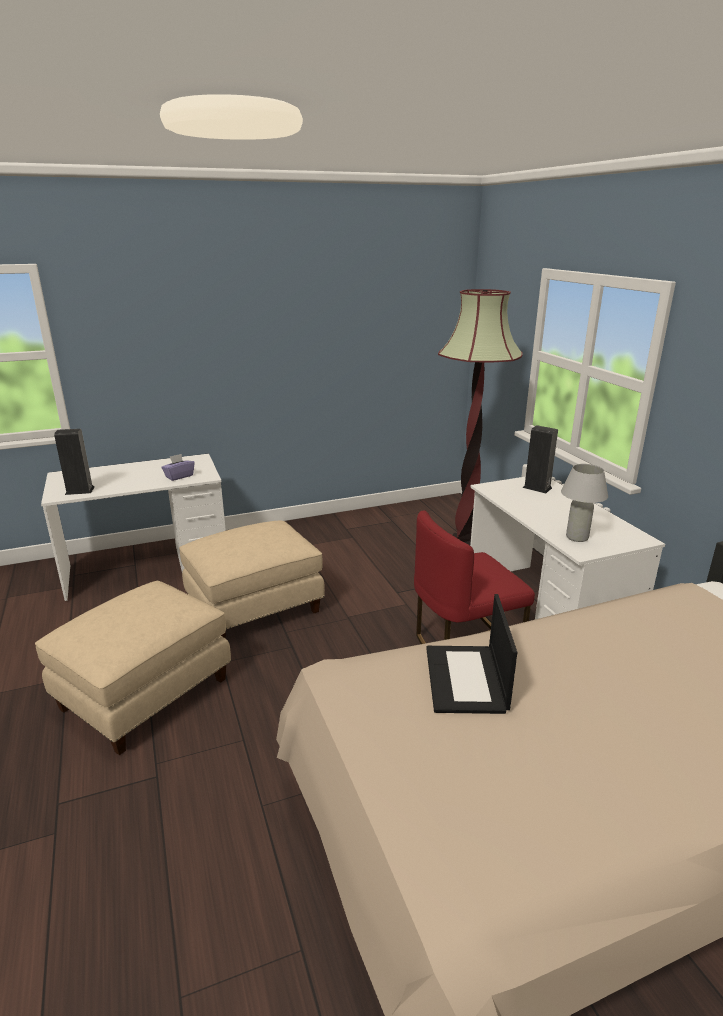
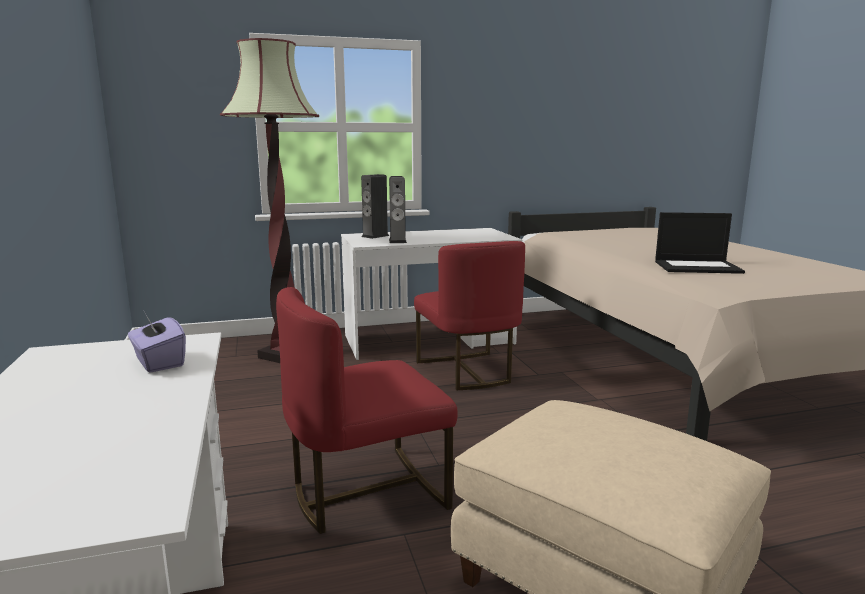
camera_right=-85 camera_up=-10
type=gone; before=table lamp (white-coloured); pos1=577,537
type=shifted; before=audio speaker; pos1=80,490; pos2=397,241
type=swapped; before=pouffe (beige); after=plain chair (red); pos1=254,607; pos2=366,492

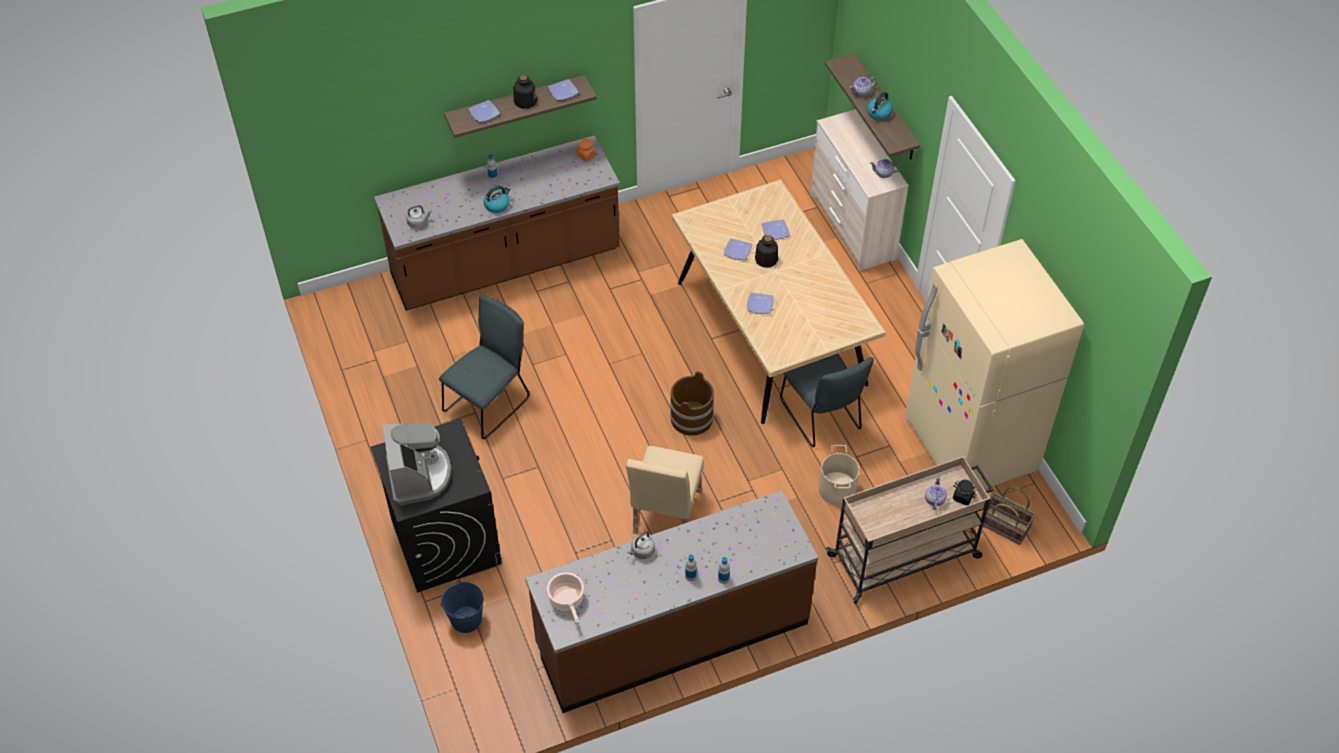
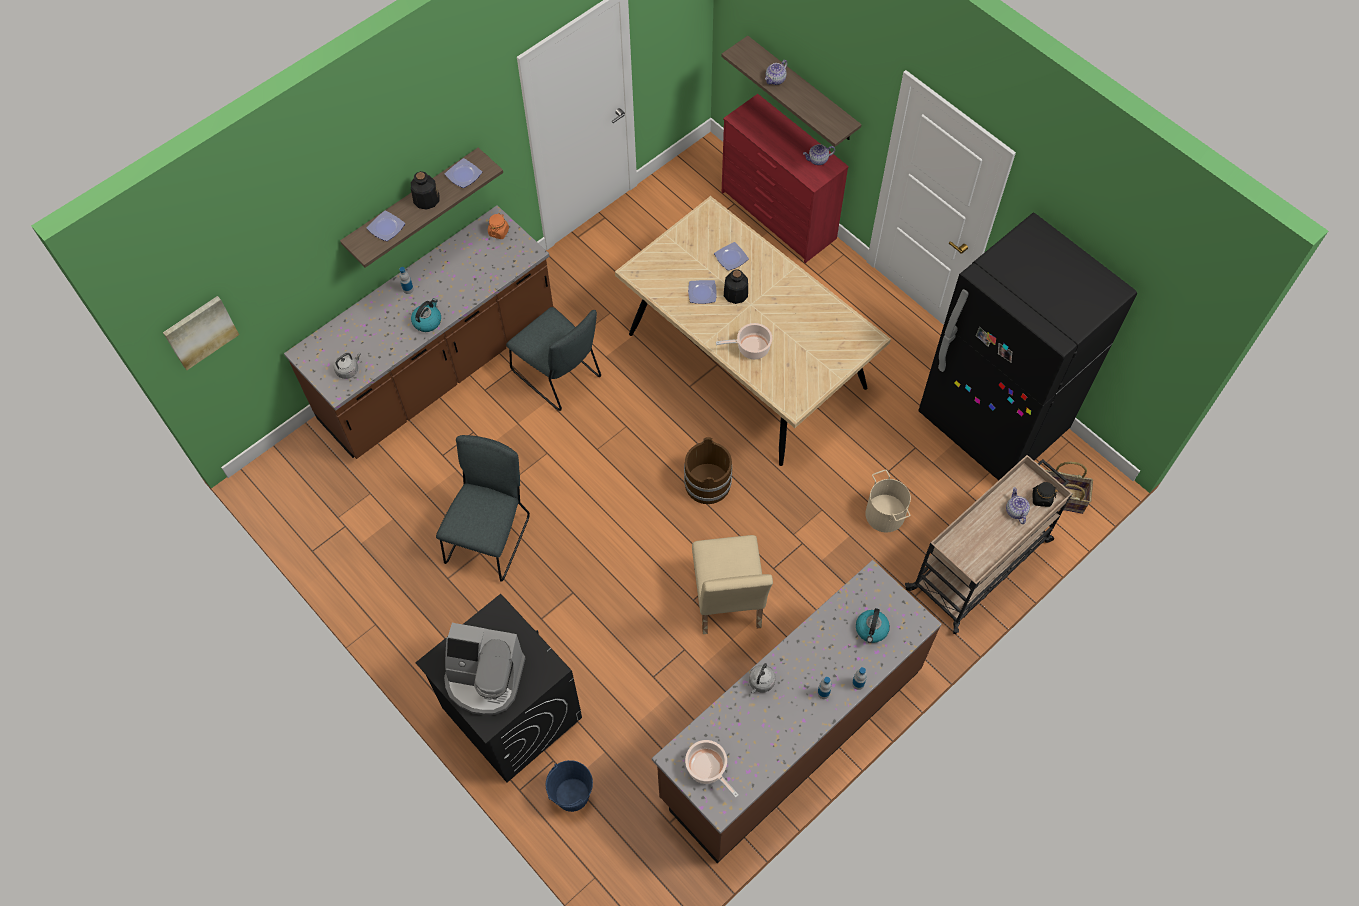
camera_right=-20 camera_up=10
type=new; after=picture; pos2=200,331
type=shifted; before=plain chair (greyish); pos1=822,418; pos2=559,376
type=shifted; before=tea kettle; pos1=879,113; pos2=871,629
type=swapped; before=flat dish; after=saucepot; pos1=759,304; pos2=751,348
type=repainted; before=drawer chest (beige); after=drawer chest (red); pos1=851,227; pos2=777,216
type=repainted; before=refrigerator (beige); after=refrigerator (black-coloured); pos1=969,447; pos2=992,423
type=rotated; before=coffee machine; pos1=418,475; pos2=485,678; turn=135

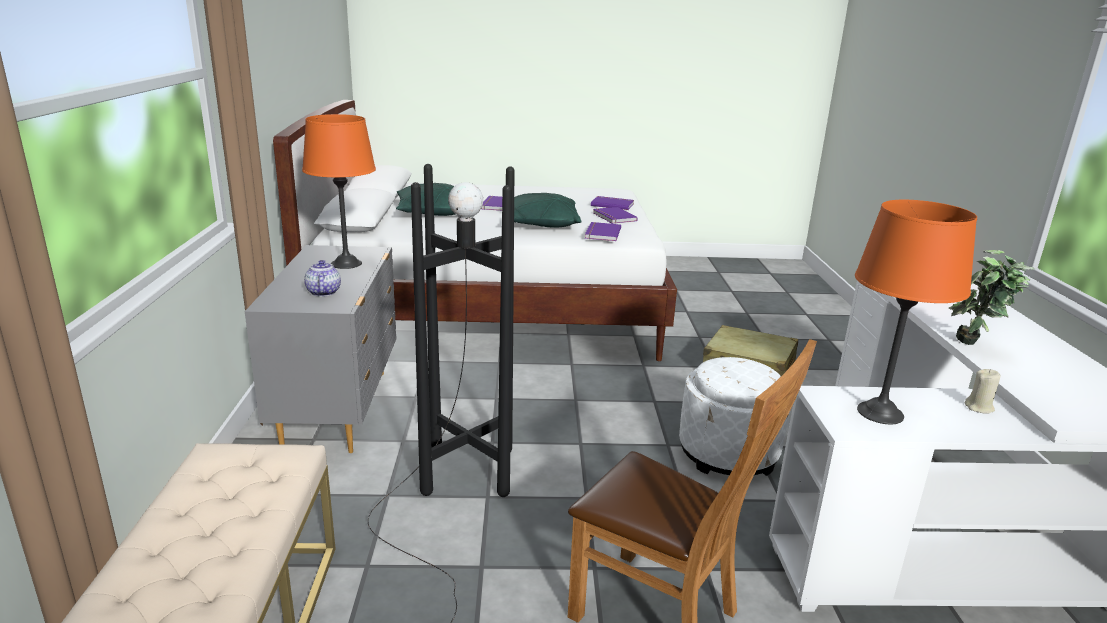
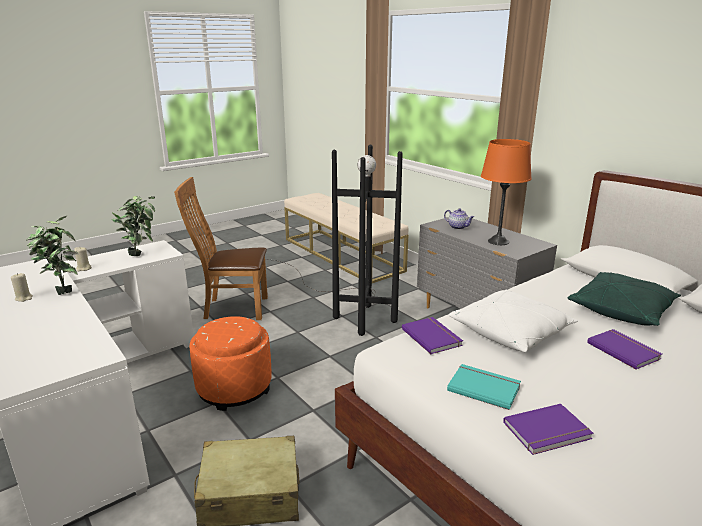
camera_right=145 camera_up=0
type=new; after=wax candle (beige); pos2=24,298
type=swapped; before=table lamp (orangey); after=houseplant; pos1=879,413; pos2=141,253
type=repainted; before=throw pillow (green); after=throw pillow (white-coloured); pos1=541,224; pos2=510,333
type=repainted; before=bound book (purple-coloured); after=bound book (blue-green); pos1=613,217; pos2=484,387
type=repainted; before=pouffe (white-coloured); after=pouffe (orangey); pos1=728,453; pos2=234,388

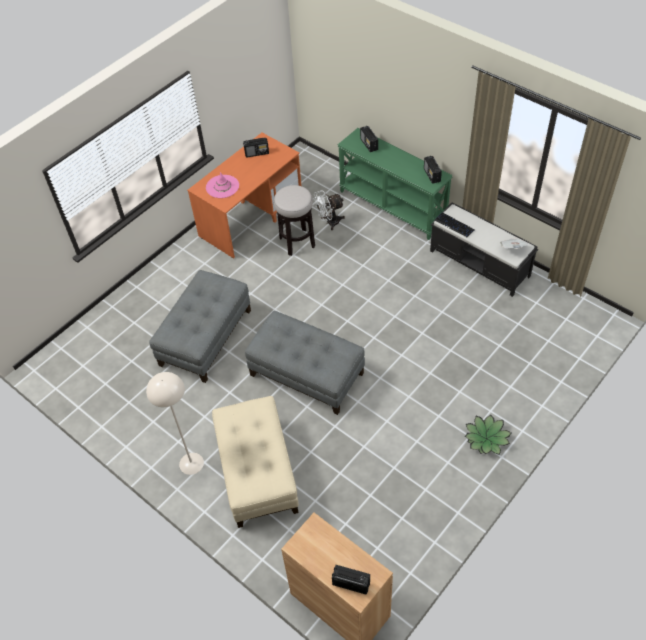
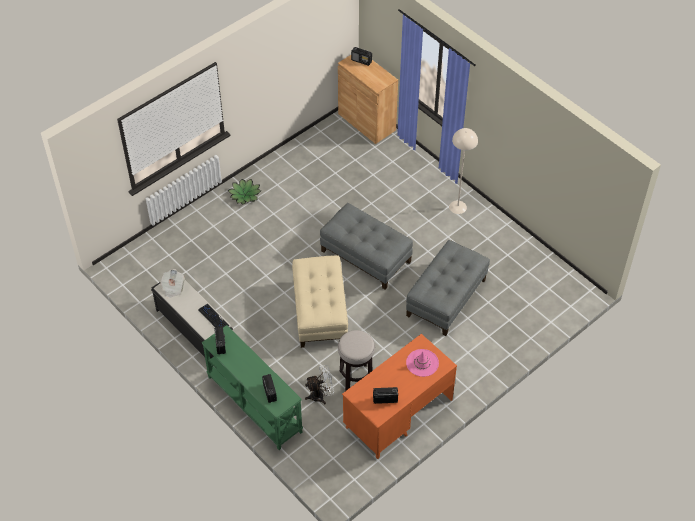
camera_right=-175 camera_up=0
type=shifted; before=pouffe (beige); pos1=258,471; pos2=319,311

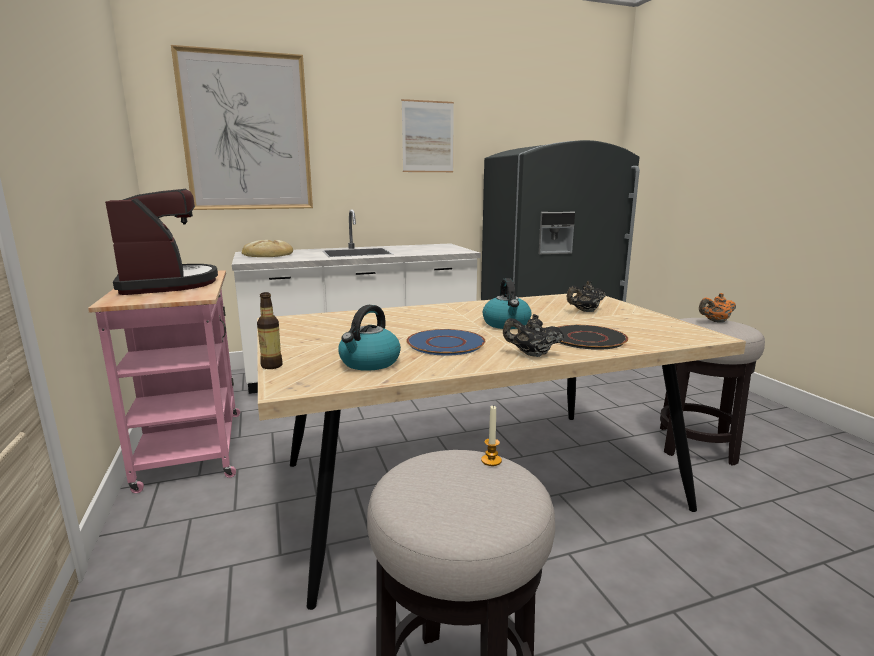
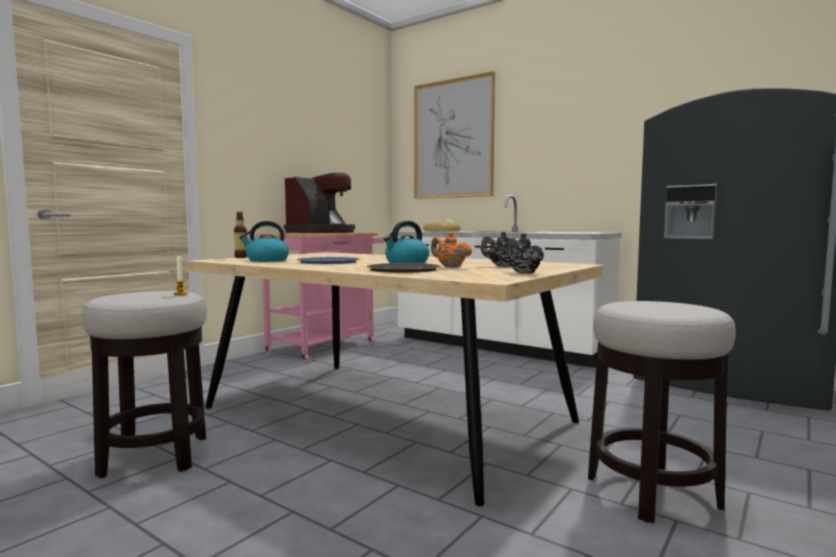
camera_right=55 camera_up=-10
type=gone; before=picture; pos1=428,137
type=shifted; before=teapot (black-coloured); pos1=531,354; pos2=523,273
type=shifted; before=teapot (orangey); pos1=715,321; pos2=450,267

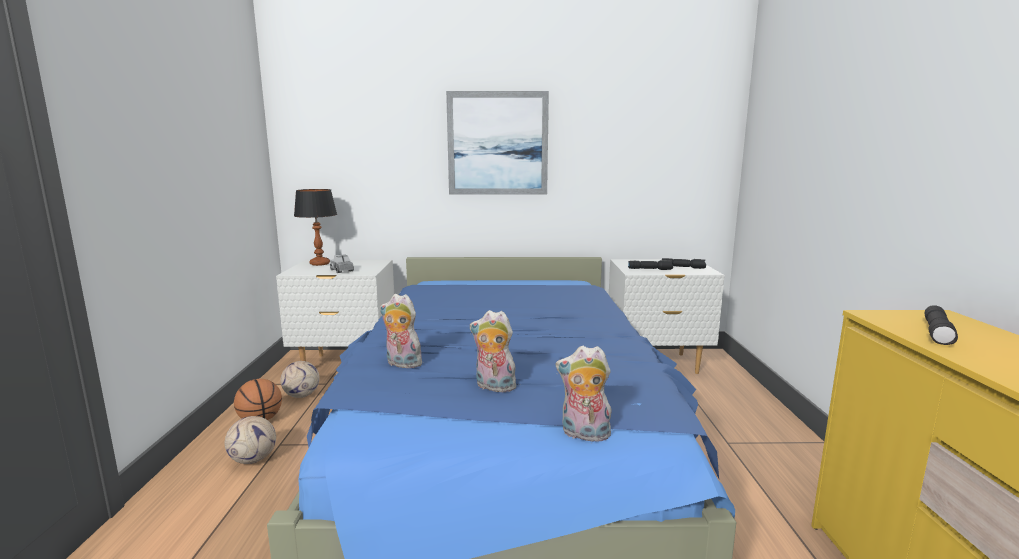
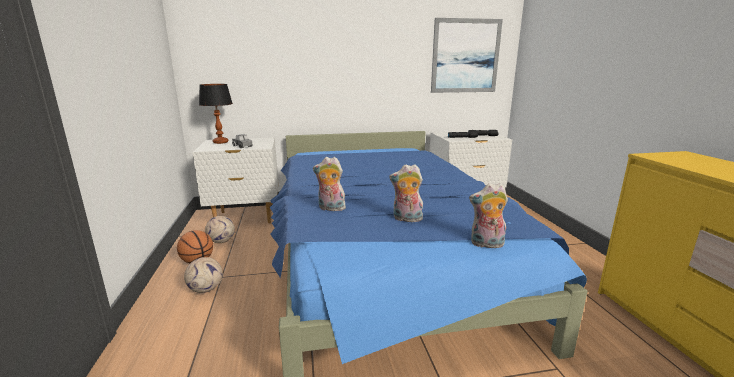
camera_right=-10 camera_up=5
type=gone; before=hand torch (black-coloured); pos1=938,333
type=shifted; before=picture; pos1=497,143; pos2=465,56

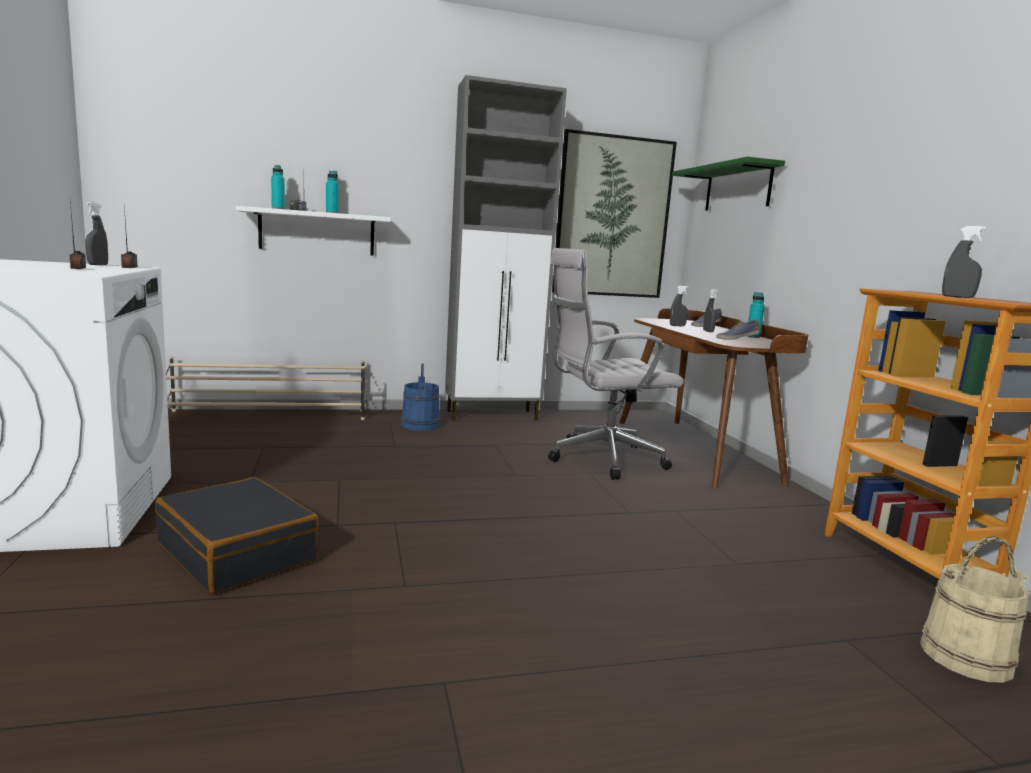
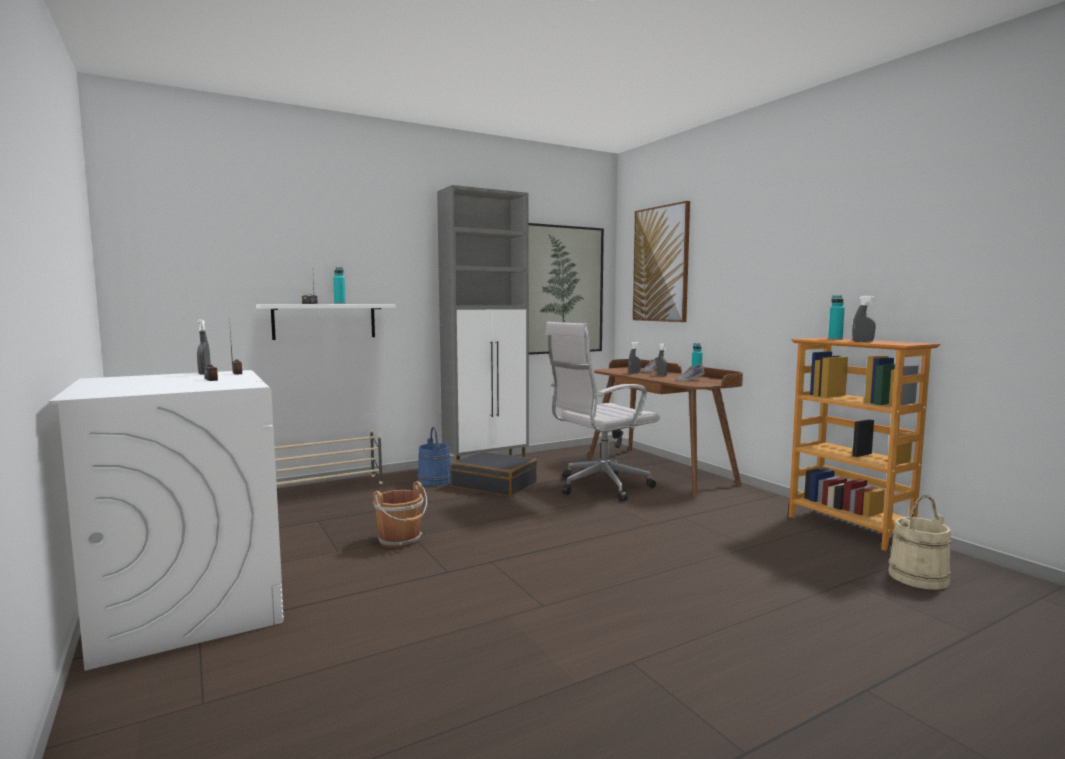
camera_right=-15 camera_up=-5
type=new; after=water bucket (brown-coloured); pos2=401,540
type=shifted; before=suitcase (black-coloured); pos1=238,552; pos2=494,484
type=shifted; before=bottle (blue-green); pos1=278,209; pos2=835,339
type=swapped; before=shelf (green); after=picture; pos1=737,188; pos2=661,264

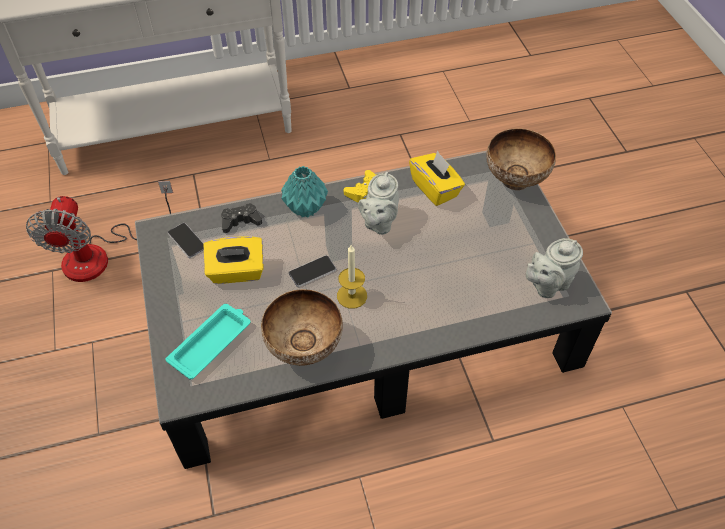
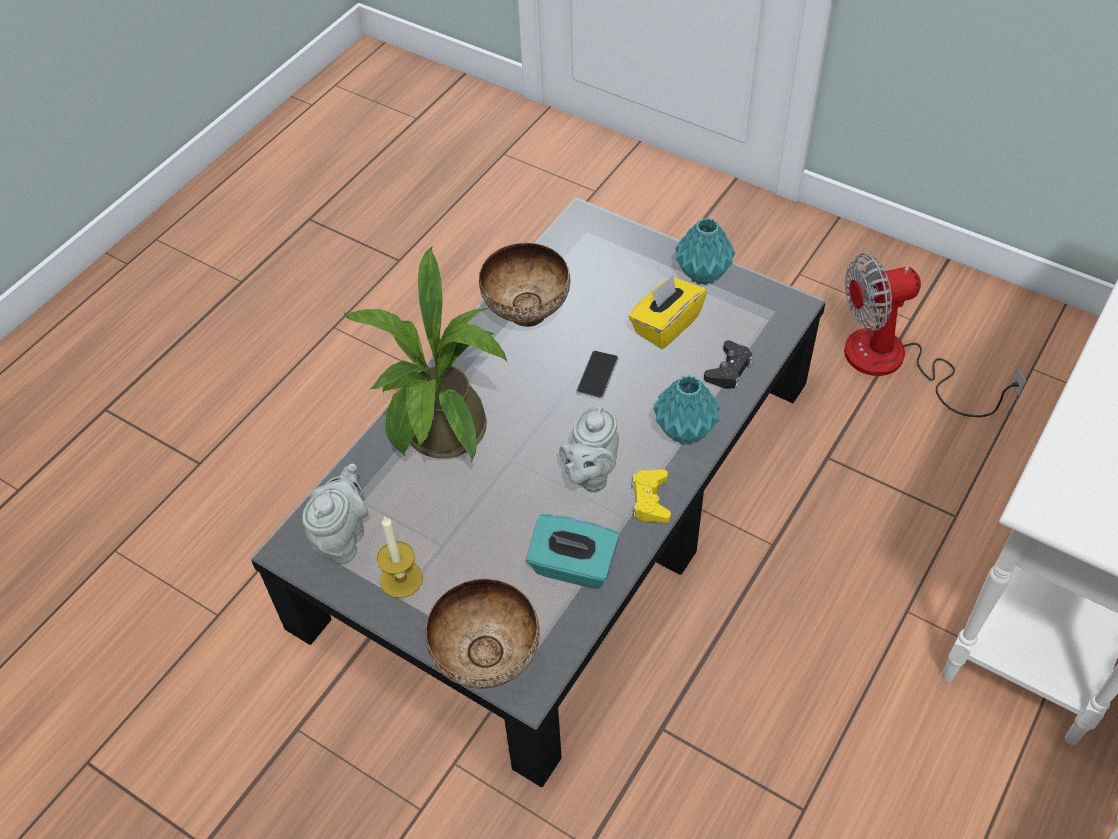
camera_right=140 camera_up=0
type=gone; before=serving tray (blue-green); pos1=211,343
type=gone; before=handset; pos1=187,241
type=new; after=houseplant; pos2=442,438
type=new; after=flower vase (blue-green); pos2=703,275
type=shifted; before=wax candle; pos1=352,296; pos2=401,579
type=repainted; before=tissue holder (yellow); after=tissue holder (blue-green); pos1=435,188; pos2=573,566
type=rotated; before=fan; pos1=101,255; pos2=895,364; turn=-60
type=rotated; before=teapot (greyish); pos1=379,223; pos2=590,474; turn=-135

